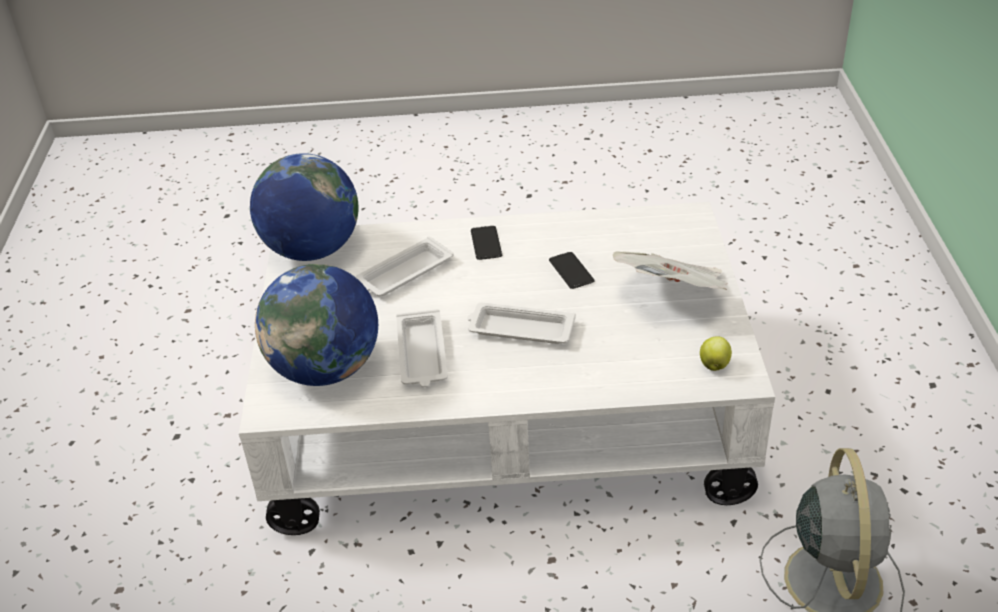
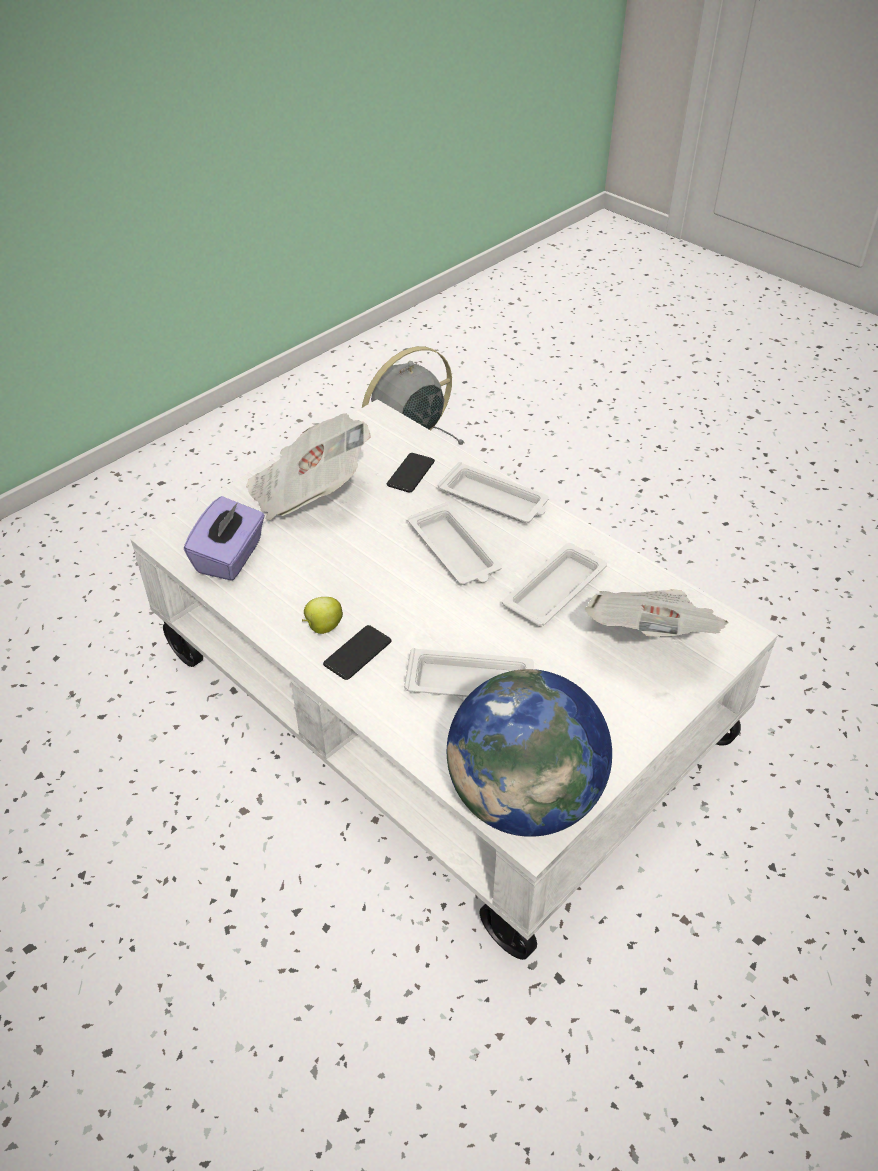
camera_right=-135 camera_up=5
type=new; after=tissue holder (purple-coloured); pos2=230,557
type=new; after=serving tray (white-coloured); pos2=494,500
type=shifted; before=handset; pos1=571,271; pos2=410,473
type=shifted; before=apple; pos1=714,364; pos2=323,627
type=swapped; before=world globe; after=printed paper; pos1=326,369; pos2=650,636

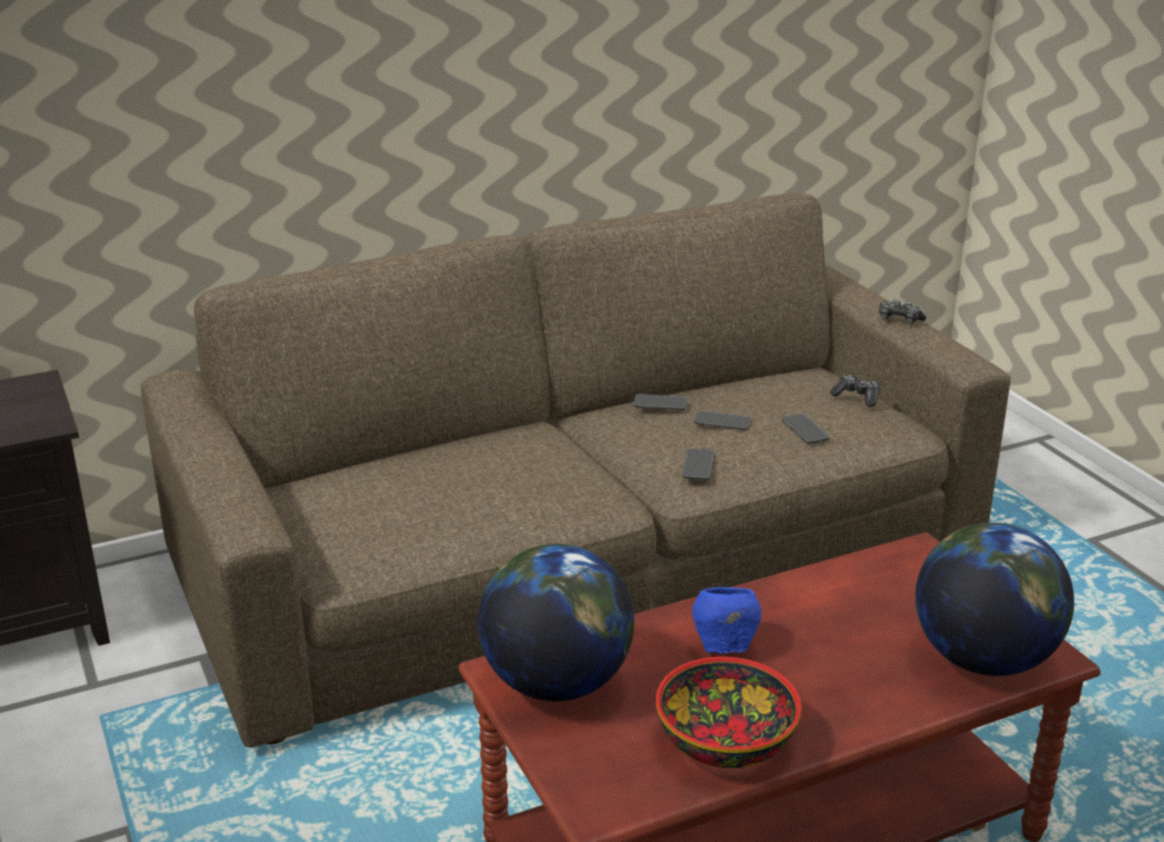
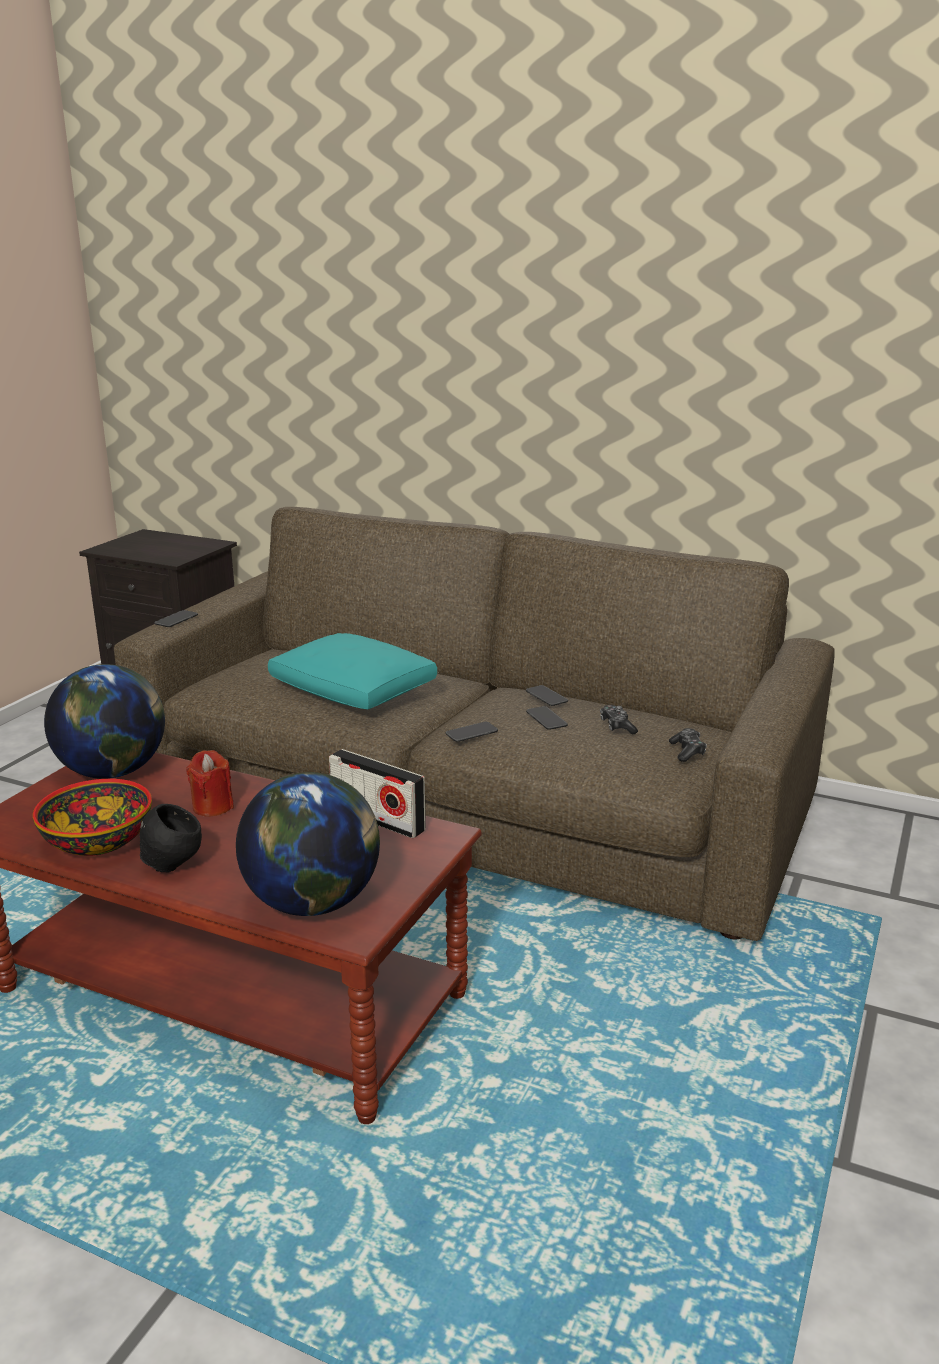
camera_right=50 camera_up=-5
type=new; after=bowl (black-coloured); pos2=173,866
type=new; after=throw pillow (blue-green); pos2=354,691
type=new; after=radio; pos2=377,819
type=shifted; before=handset; pos1=805,430; pos2=176,620
type=shifted; before=gamepad; pos1=899,320; pos2=617,726
type=swapped; before=bowl (bluish); after=wax candle (red); pos1=724,648; pos2=213,806

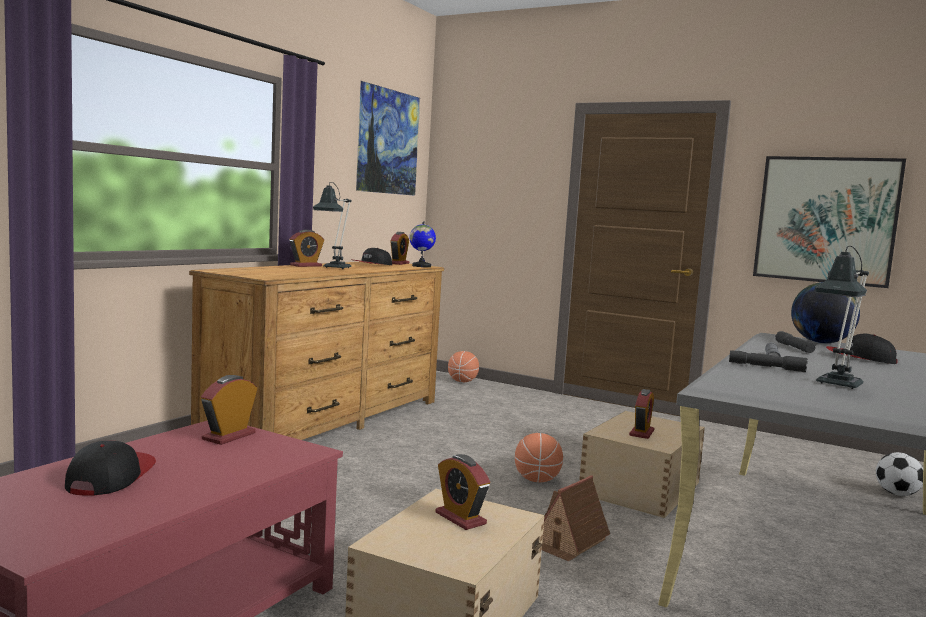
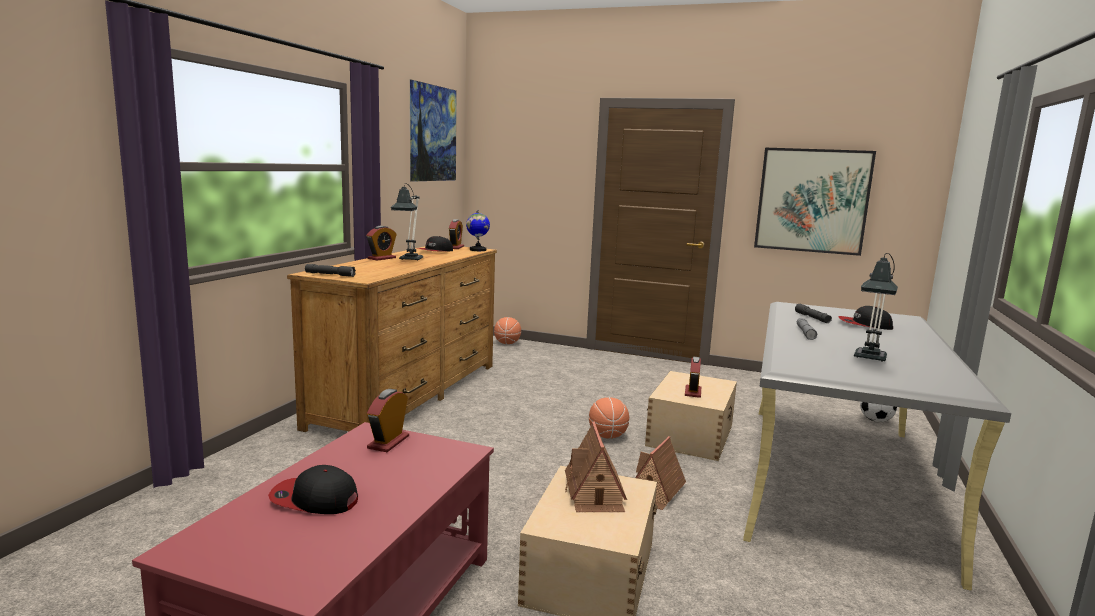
camera_right=-10 camera_up=5
type=gone; before=world globe; pos1=820,342
type=shifted; before=hand torch (greyish); pos1=766,367; pos2=330,275
type=swapped; before=table clock; after=toy house; pos1=460,518; pos2=595,493
type=rotated; before=peaked cap; pos1=110,477; pos2=314,499; turn=-75

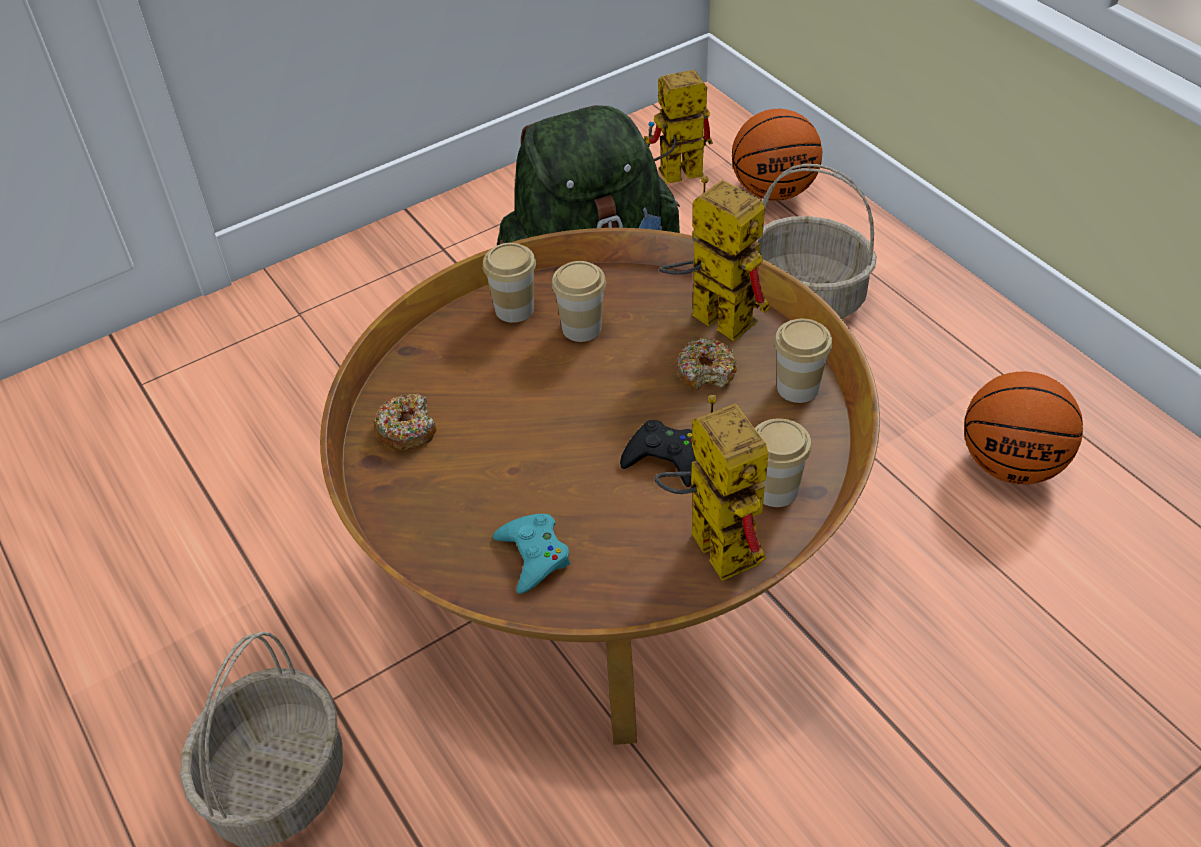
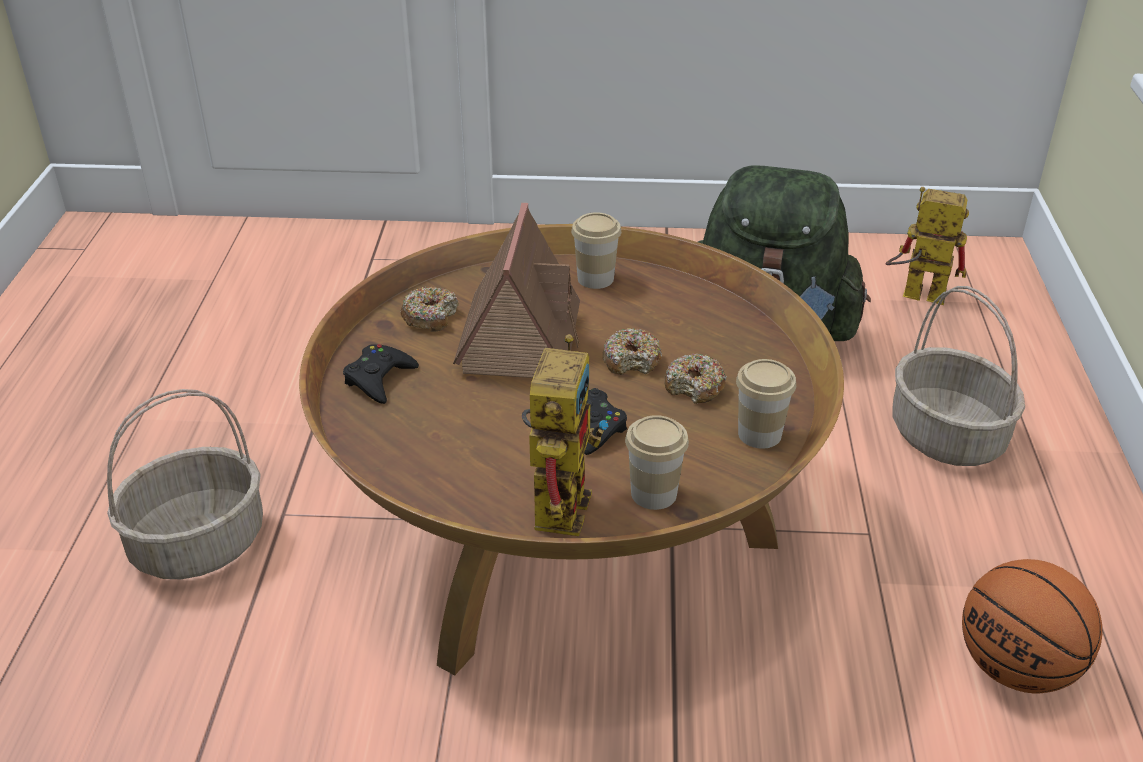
camera_right=35 camera_up=-10
type=gone; before=gamepad (blue-green); pos1=533,556
type=gone; before=small cup; pos1=581,328
type=gone; before=model robot; pos1=709,316
type=gone; before=basketball; pos1=773,191
type=new; after=gamepad (black-coloured); pos2=379,379
type=new; after=toy house; pos2=520,337
type=new; after=ring doughnut; pos2=632,360

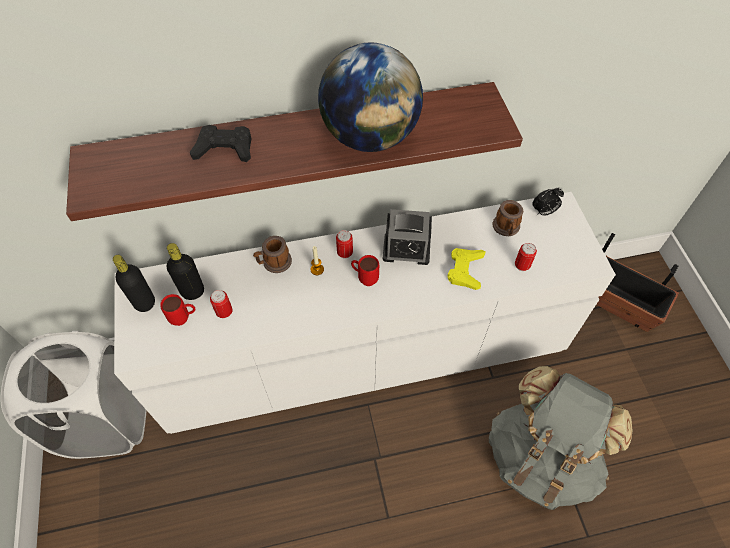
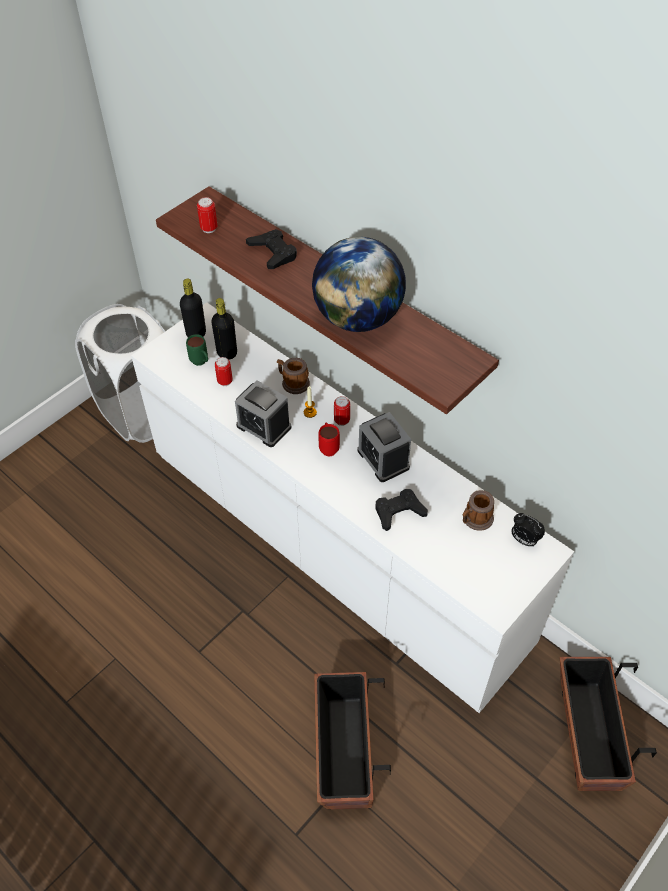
camera_right=55 camera_up=-5
type=new; after=table clock; pos2=264,426
type=shifted; before=sealed can; pos1=522,265; pos2=209,228
type=swapped; before=backpack (greyish); after=planter; pos1=541,457; pos2=344,751
type=repainted; before=coffee mug (red); after=coffee mug (green); pos1=184,318; pos2=201,363
type=repainted; before=gamepad (yellow); after=gamepad (black-coloured); pos1=465,270; pos2=399,512

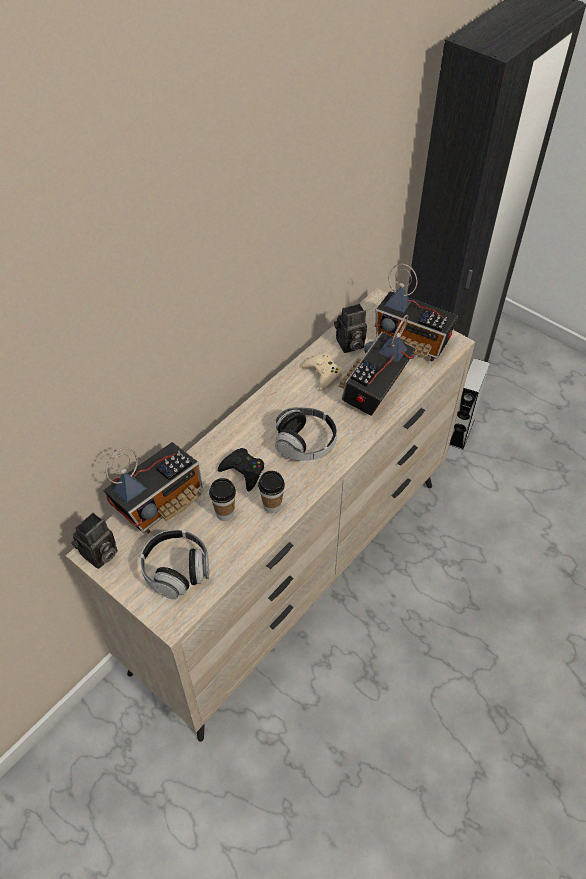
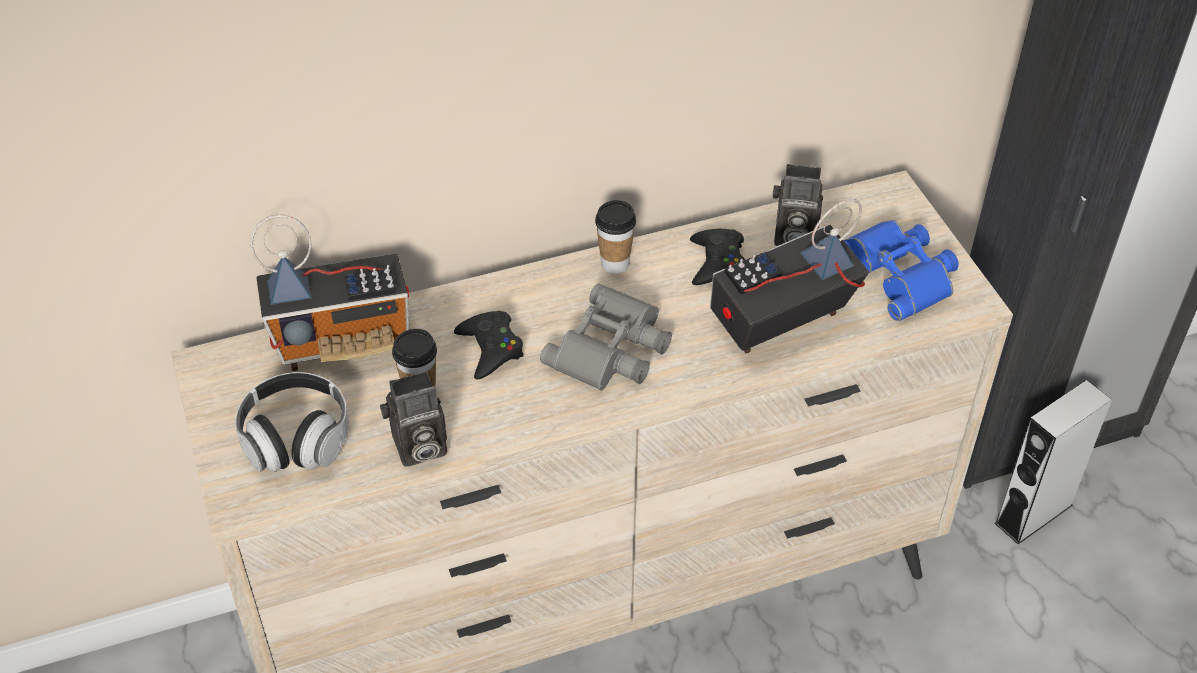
camera_right=30 camera_up=-5
type=shifted; before=still camera; pos1=99,555; pos2=417,449
type=shifted; before=small cup; pos1=272,506; pos2=615,263
type=swapped; before=headset; after=field glasses (greyish); pos1=305,443; pos2=612,349
type=swapped; before=radio; after=field glasses (bluish); pos1=412,342; pos2=899,273
type=repainted; before=gamepad (beige); after=gamepad (black-coloured); pos1=323,374; pos2=717,262

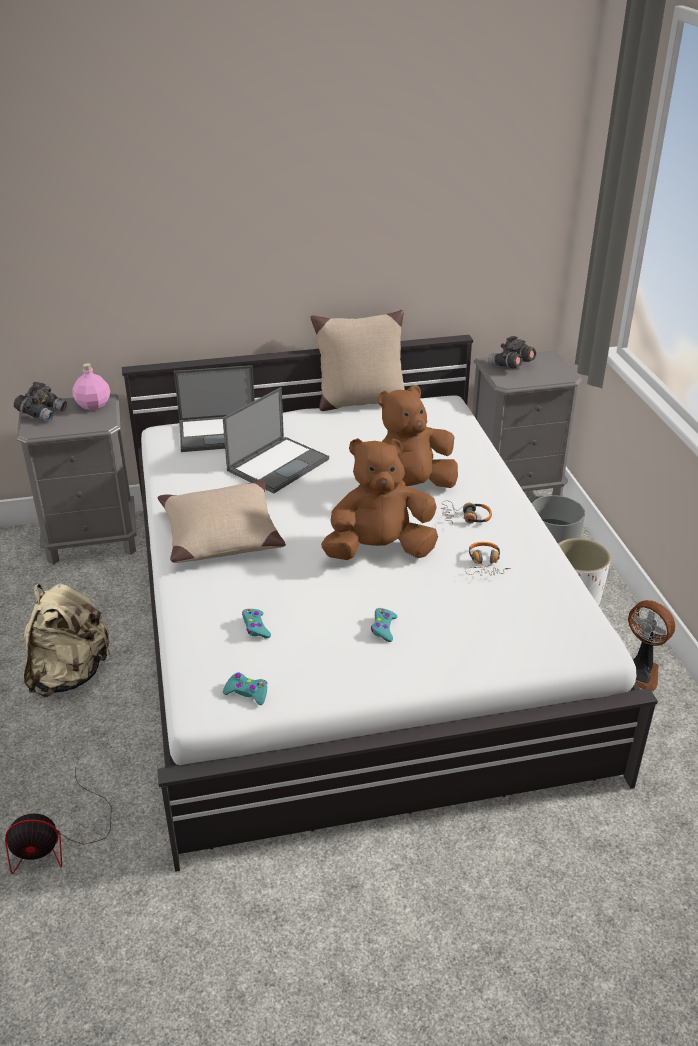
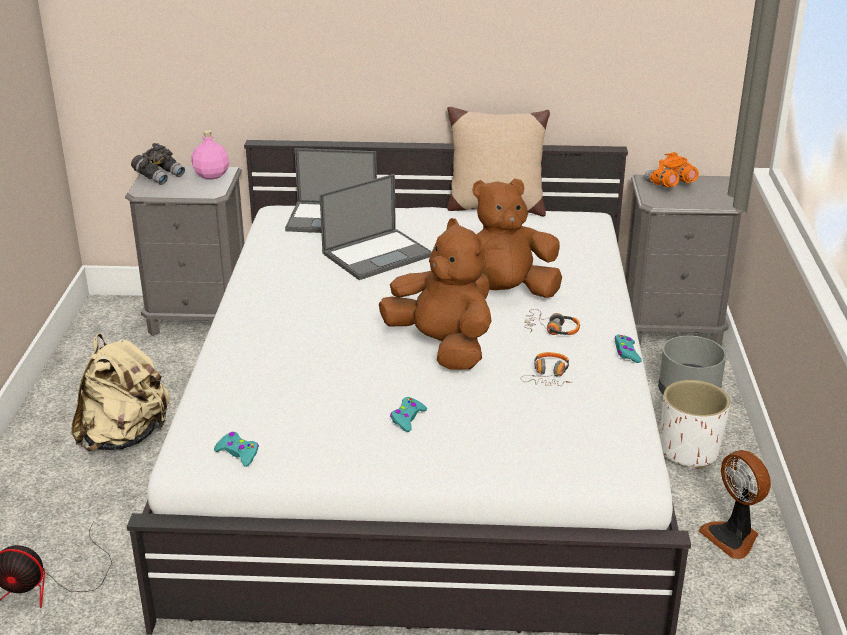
camera_right=15 camera_up=-5
type=gone; before=throw pillow (beige); pos1=220,534
type=shifted; before=gamepad (blue-green); pos1=256,627; pos2=626,353
type=repainted; before=field glasses (greyish); after=field glasses (orangey); pos1=511,365; pos2=669,186
type=rotated; before=plush toy (brown-coloured); pos1=379,550; pos2=441,347; turn=45

